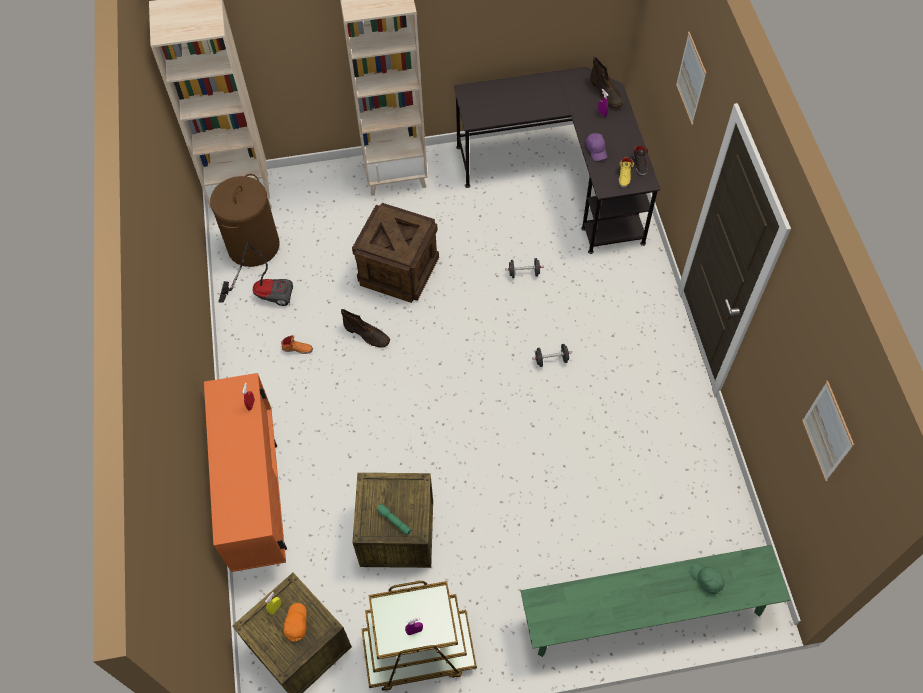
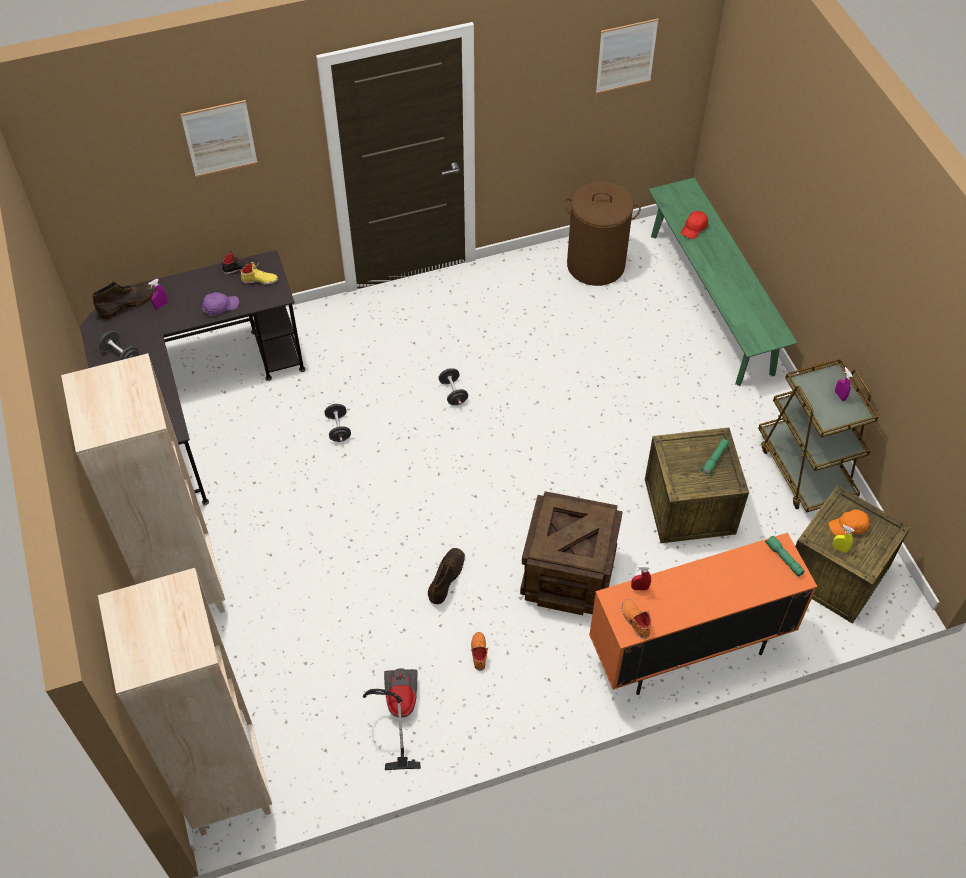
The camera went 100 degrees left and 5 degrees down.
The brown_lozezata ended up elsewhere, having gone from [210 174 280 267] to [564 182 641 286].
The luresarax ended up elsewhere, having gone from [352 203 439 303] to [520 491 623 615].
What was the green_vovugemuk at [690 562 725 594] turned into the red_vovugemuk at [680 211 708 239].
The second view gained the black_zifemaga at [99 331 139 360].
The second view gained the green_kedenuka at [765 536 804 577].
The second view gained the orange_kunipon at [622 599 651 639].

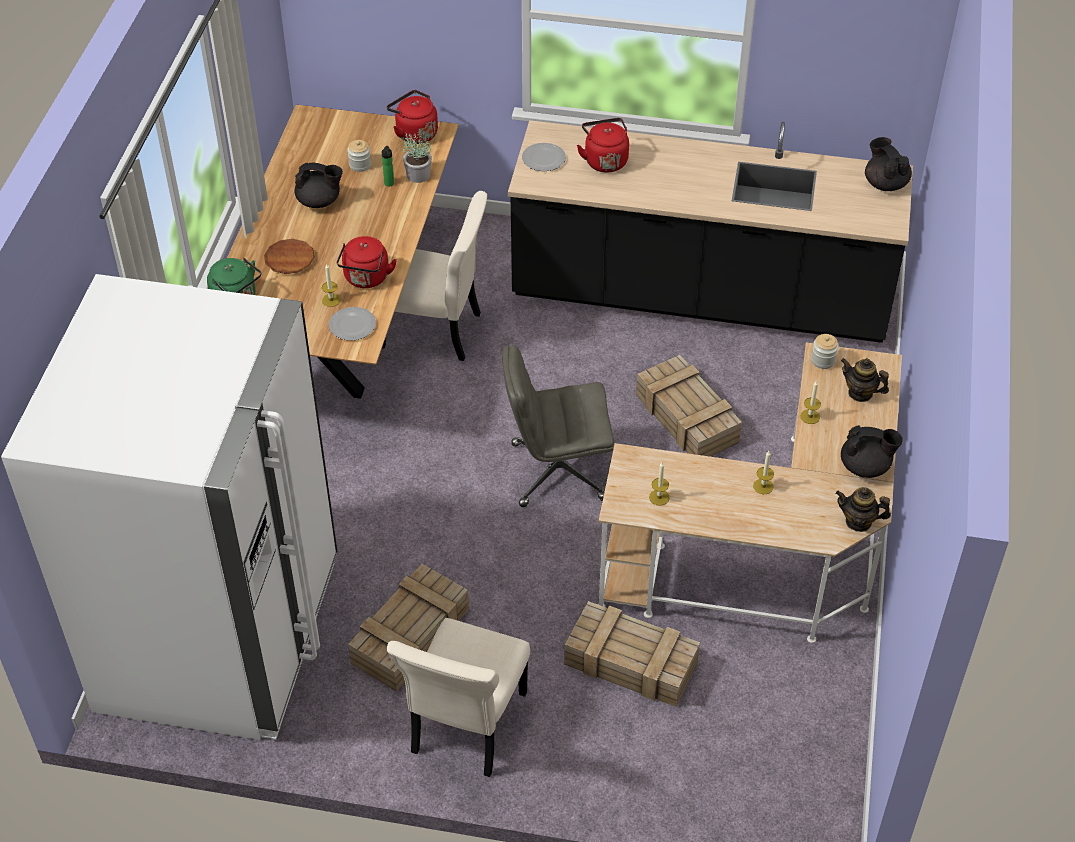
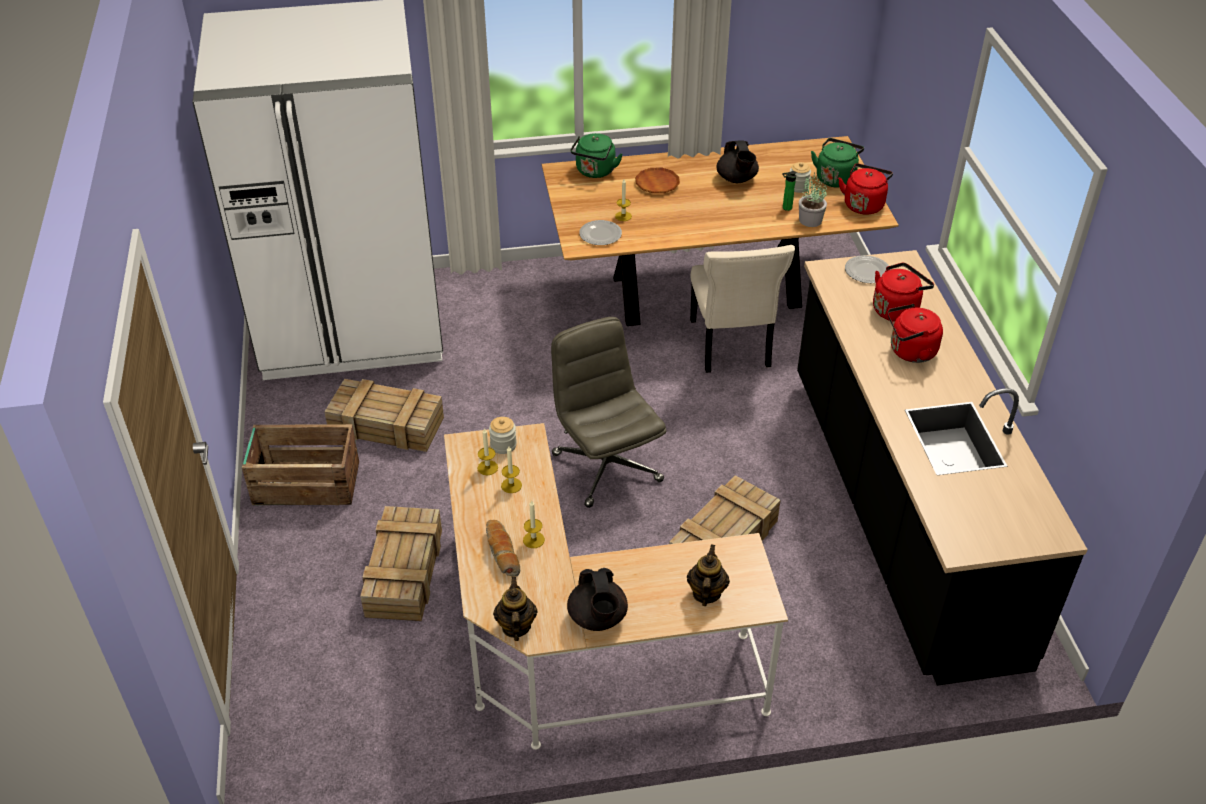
The camera went 70 degrees right and 5 degrees down.
The second view lost the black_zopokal at [865 137 912 191].
The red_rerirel ended up elsewhere, having gone from [337 236 397 288] to [887 303 943 363].
The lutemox ended up elsewhere, having gone from [811 334 839 369] to [489 417 517 454].
The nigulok ended up elsewhere, having gone from [800 380 821 424] to [501 446 522 493].
Where the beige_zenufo stood at [387 618 530 777], the luresarax came to stand at [242 424 359 505].
The second view gained the green_rerirel at [811 138 864 188].
The second view gained the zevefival at [486 520 520 577].

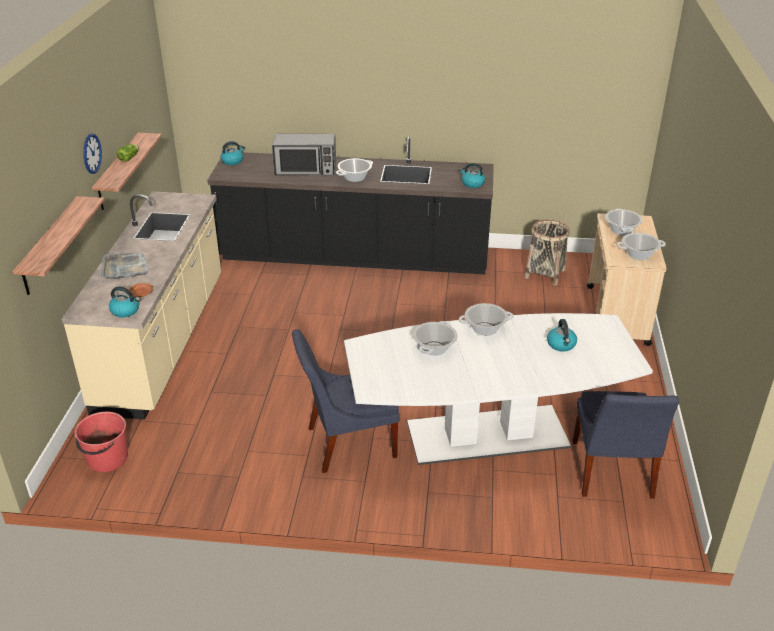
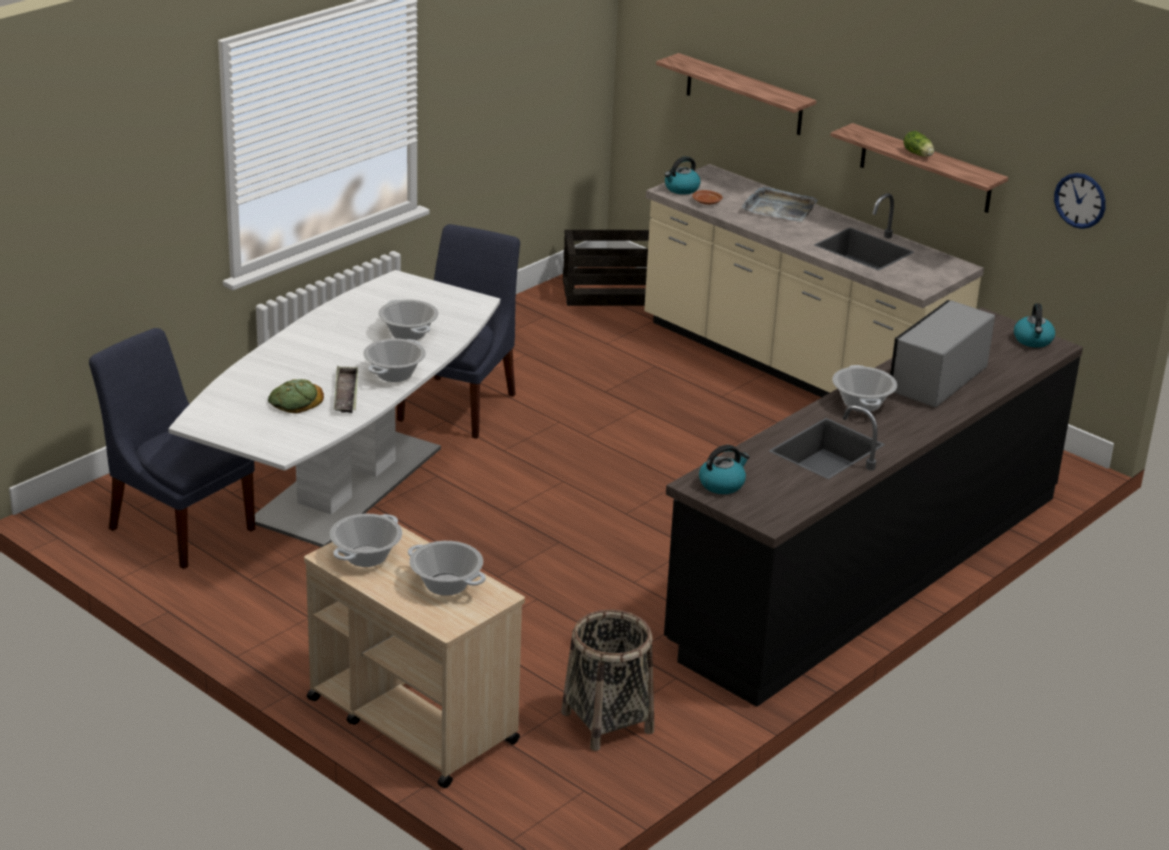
The camera went 125 degrees right and 5 degrees down.
The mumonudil ended up elsewhere, having gone from [83 134 102 174] to [1054 173 1106 229].
Where the rerirel stood at [547 319 577 352], the zevefival came to stand at [268 379 324 414].
Where the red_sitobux stood at [75 412 128 472], the luresarax came to stand at [563 230 649 306].
The second view gained the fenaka at [334 366 358 413].

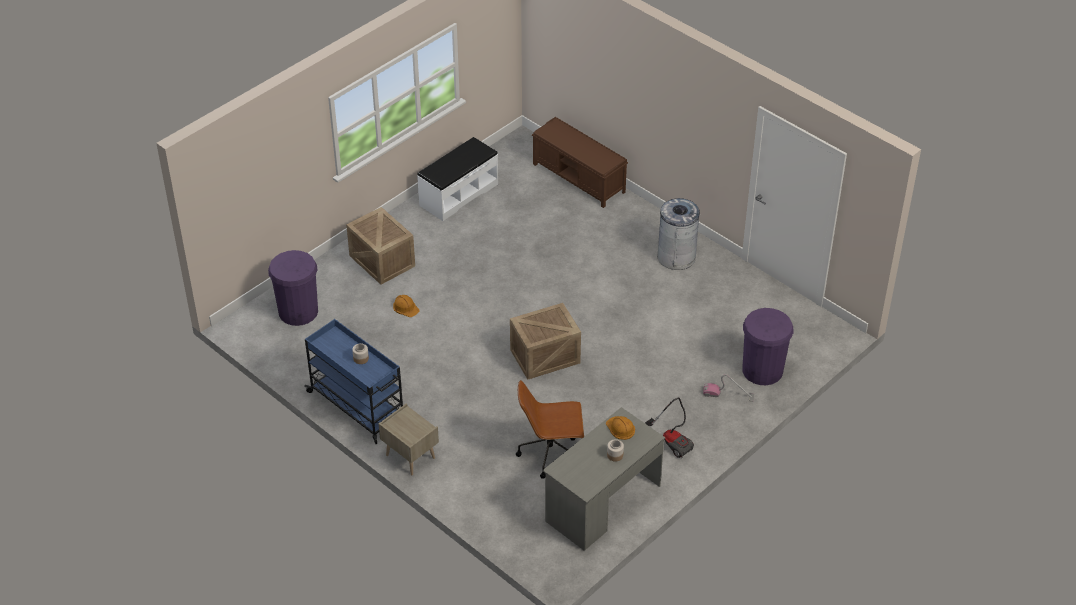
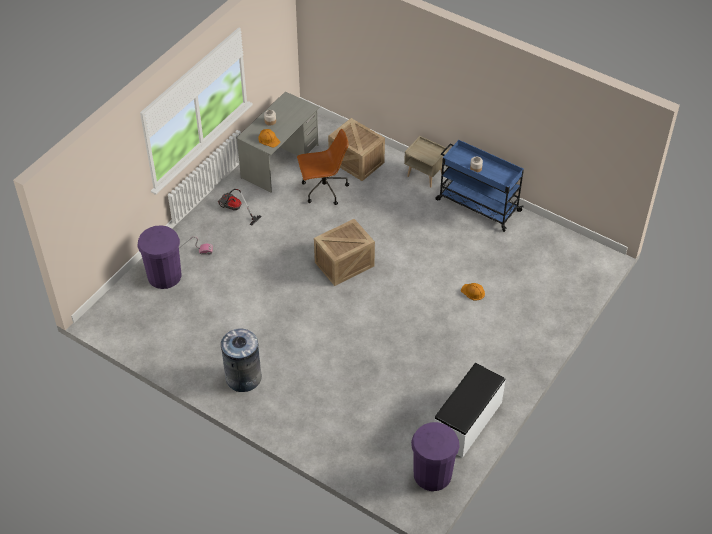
The camera went 170 degrees right and 5 degrees up.
The second view lost the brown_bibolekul at [532 117 628 208].
The luresarax ended up elsewhere, having gone from [346 207 415 285] to [328 118 385 181].
The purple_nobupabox ended up elsewhere, having gone from [268 250 318 326] to [411 422 460 491].

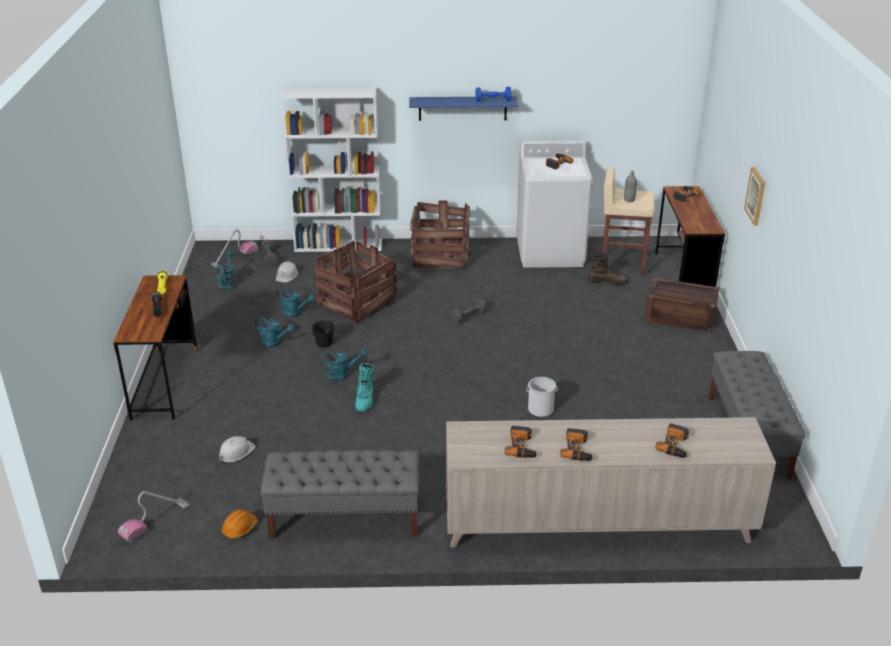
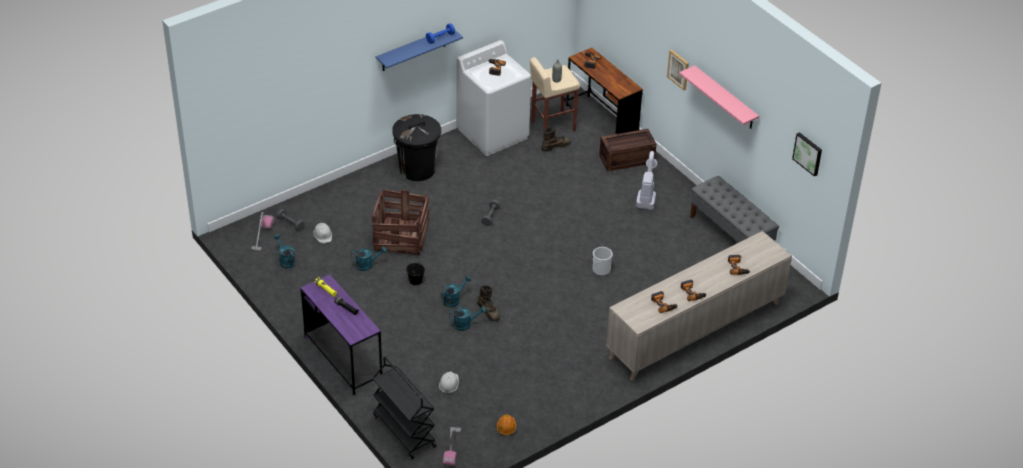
The camera went 35 degrees left and 10 degrees up.
The second view lost the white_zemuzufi at [281 87 382 252].
Where the luresarax stood at [410 200 470 269], the black_nobupabox came to stand at [392 114 441 181].
What was the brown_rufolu at [113 275 198 420] turned into the purple_rufolu at [300 274 382 395].
The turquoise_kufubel ended up elsewhere, having gone from [255 316 295 348] to [449 306 486 331].
What was the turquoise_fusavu at [355 363 374 411] turned into the brown_fusavu at [477 285 500 321].
The second view lost the grey_bibolekul at [260 450 419 539].
The second view gained the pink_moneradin at [679 65 759 129].
The second view gained the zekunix at [792 132 822 177].
The second view gained the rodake at [636 151 657 210].
The second view gained the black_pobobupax at [373 357 436 459].

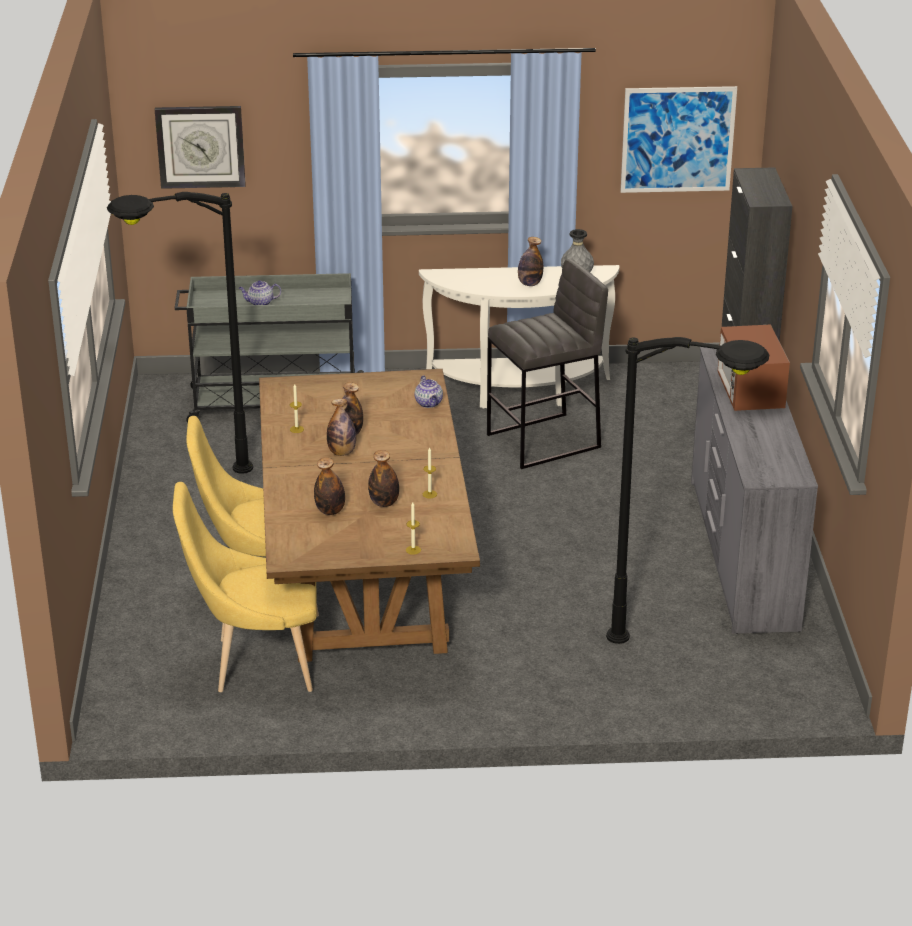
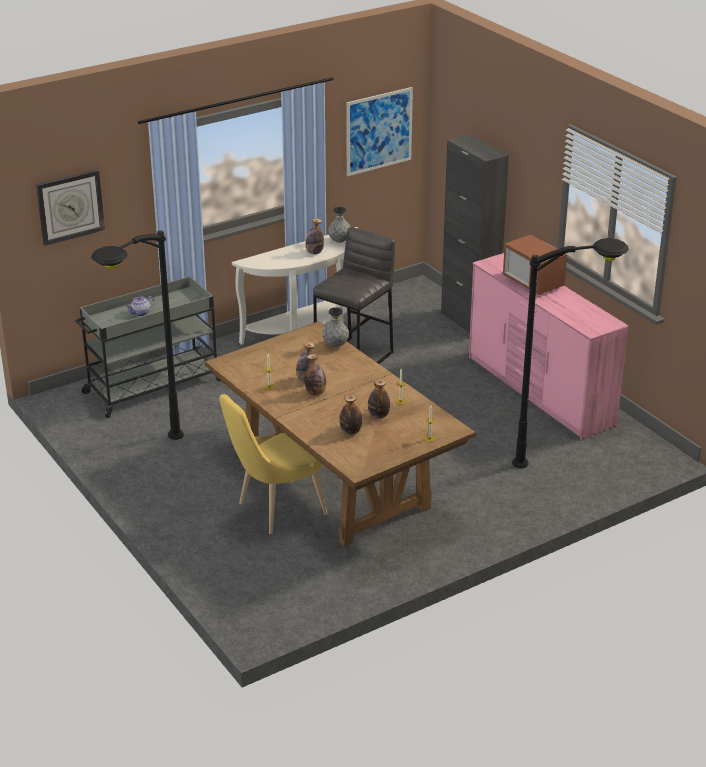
The camera went 30 degrees left and 0 degrees up.
What was the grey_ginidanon at [691 347 818 634] turned into the pink_ginidanon at [469 253 629 439].
Where the zopokal stood at [415 375 443 408], the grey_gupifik came to stand at [322 307 349 347].
The second view lost the yellow_zenufo at [173 482 317 692].

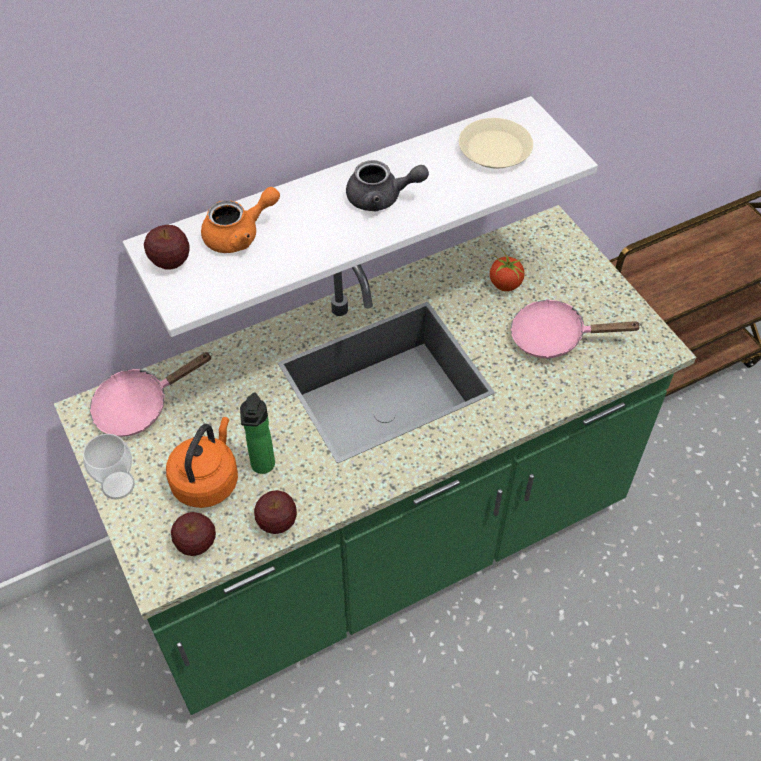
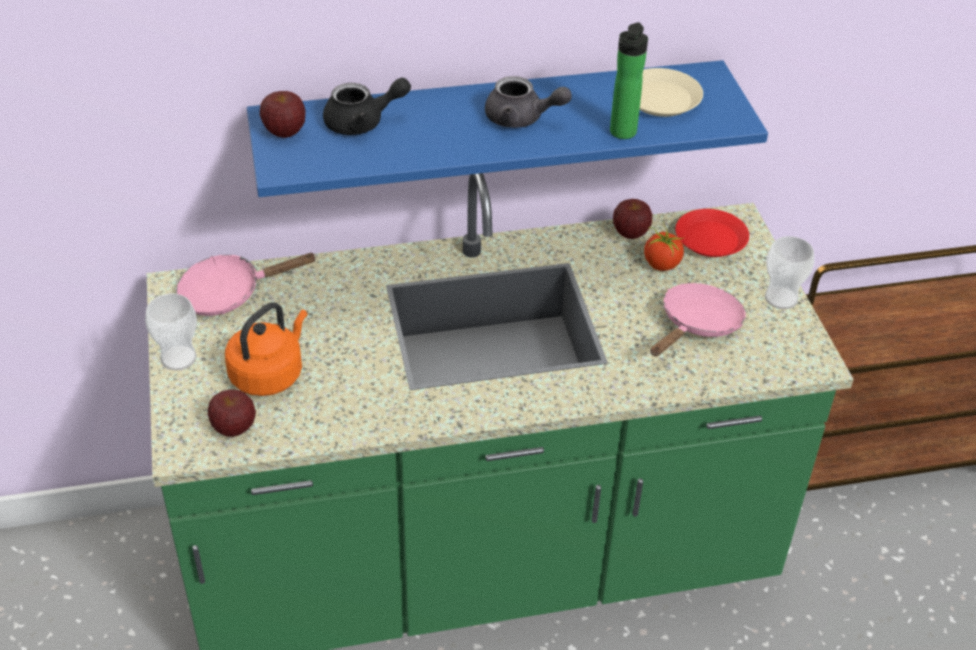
The camera went 15 degrees right and 10 degrees down.
What was the white_moneradin at [123 96 598 337] turned into the blue_moneradin at [247 60 768 197].
What was the orange_zopokal at [201 187 280 253] turned into the black_zopokal at [323 77 411 135].
The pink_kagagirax at [511 299 642 359] ended up facing another way, 105 degrees clockwise from before.
The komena ended up elsewhere, having gone from [240 393 275 474] to [610 22 648 139].
The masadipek ended up elsewhere, having gone from [254 490 297 534] to [613 199 652 239].
The second view gained the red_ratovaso at [675 209 749 257].
The second view gained the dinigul at [765 236 814 309].

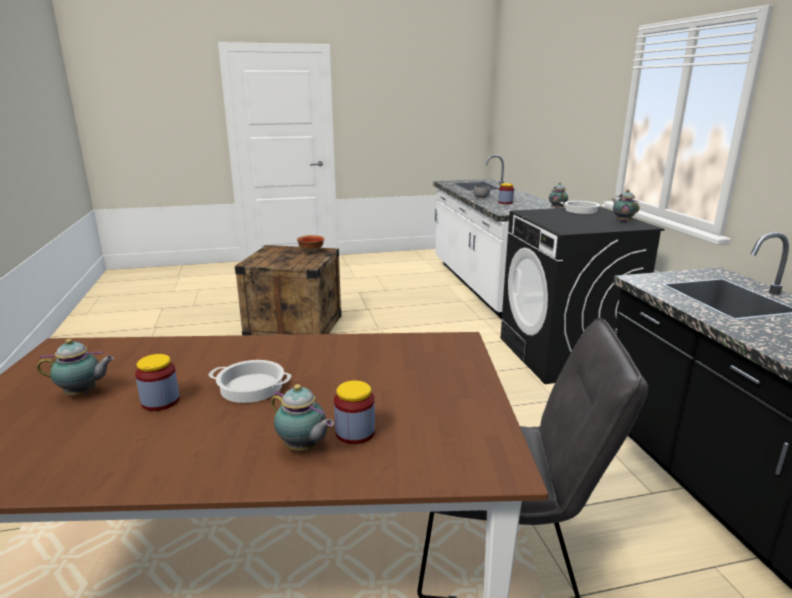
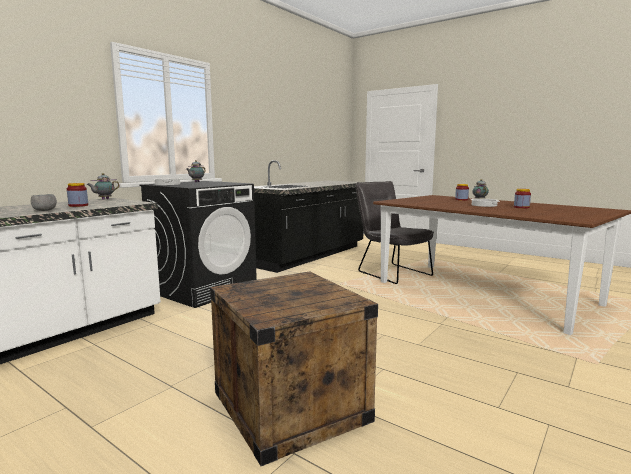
The camera went 130 degrees left and 10 degrees down.
The second view lost the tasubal at [297 235 324 252].
The second view lost the zopokal at [36 339 114 395].

